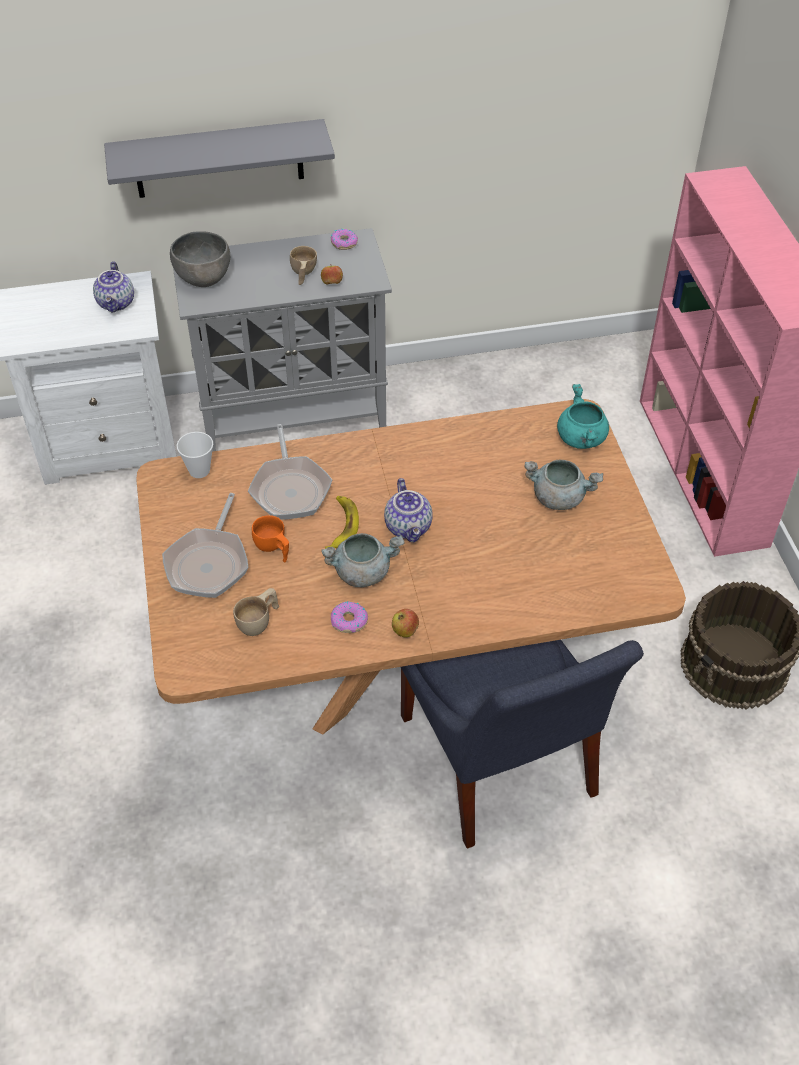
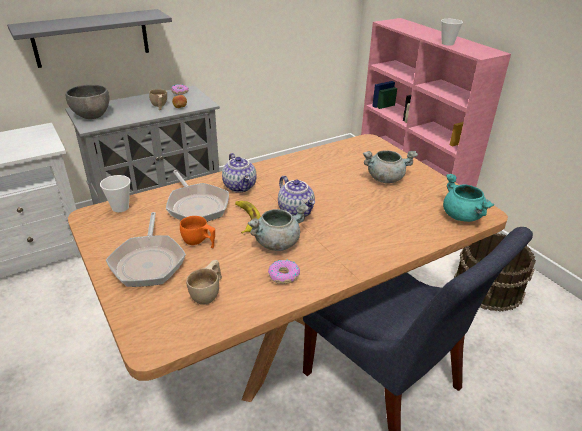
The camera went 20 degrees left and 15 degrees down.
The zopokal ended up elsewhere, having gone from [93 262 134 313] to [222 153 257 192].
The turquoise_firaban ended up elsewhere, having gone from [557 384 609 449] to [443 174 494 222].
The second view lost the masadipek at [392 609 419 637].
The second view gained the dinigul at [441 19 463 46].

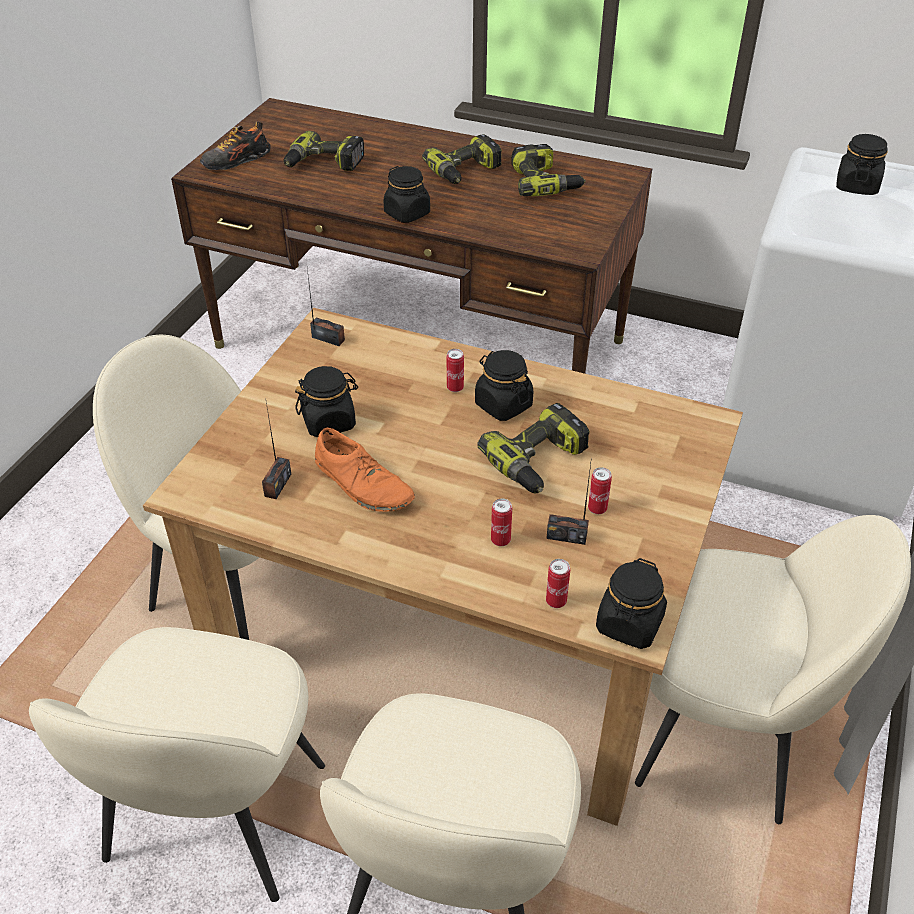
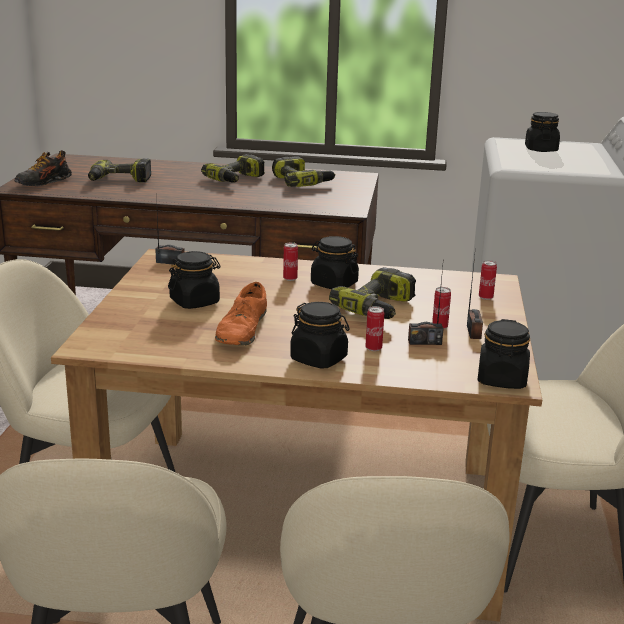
The camera went 15 degrees left and 20 degrees down.
The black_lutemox ended up elsewhere, having gone from [384 166 430 223] to [290 302 350 369].
The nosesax ended up elsewhere, having gone from [262 403 291 499] to [467 248 483 339].
The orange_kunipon at [315 428 415 512] ended up facing another way, 75 degrees clockwise from before.
The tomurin ended up elsewhere, having gone from [546 559 570 608] to [479 260 497 300].

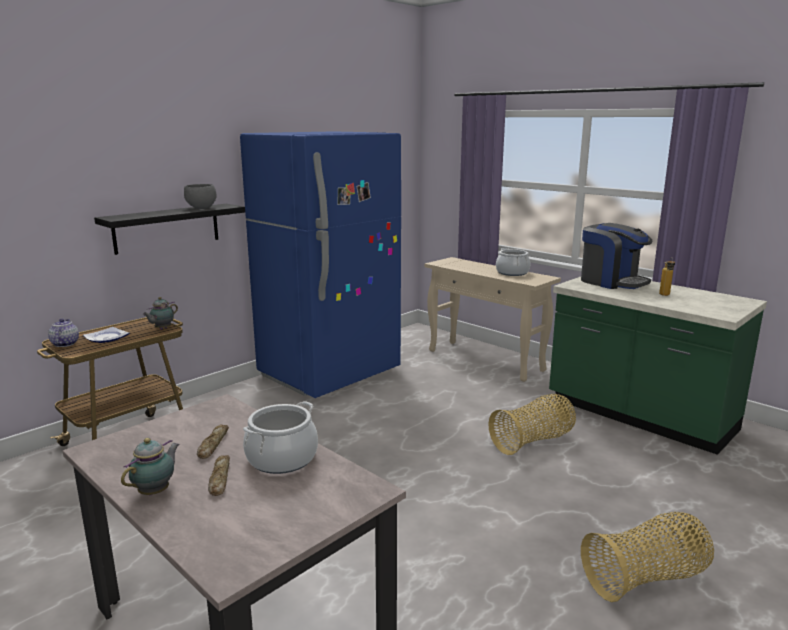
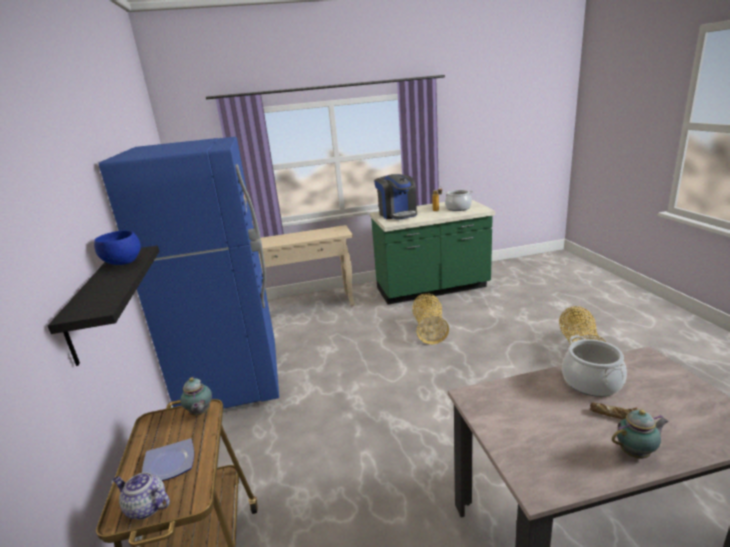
The camera went 55 degrees left and 5 degrees up.
What was the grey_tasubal at [184 184 217 209] turned into the blue_tasubal at [94 230 141 265].
The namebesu at [581 223 653 289] ended up facing another way, 75 degrees clockwise from before.
The firaban ended up elsewhere, having gone from [496 248 531 276] to [444 190 473 211].
The second view lost the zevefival at [197 424 229 459].
The zopokal at [121 438 179 495] ended up facing another way, 105 degrees clockwise from before.

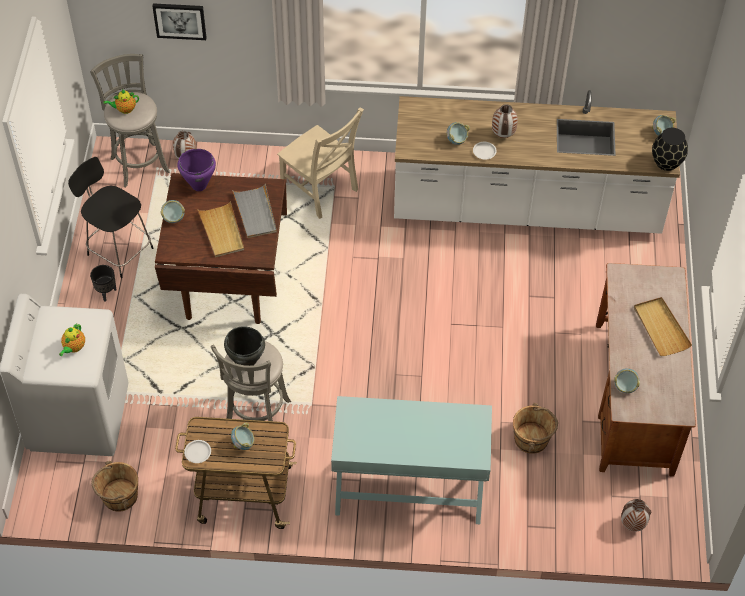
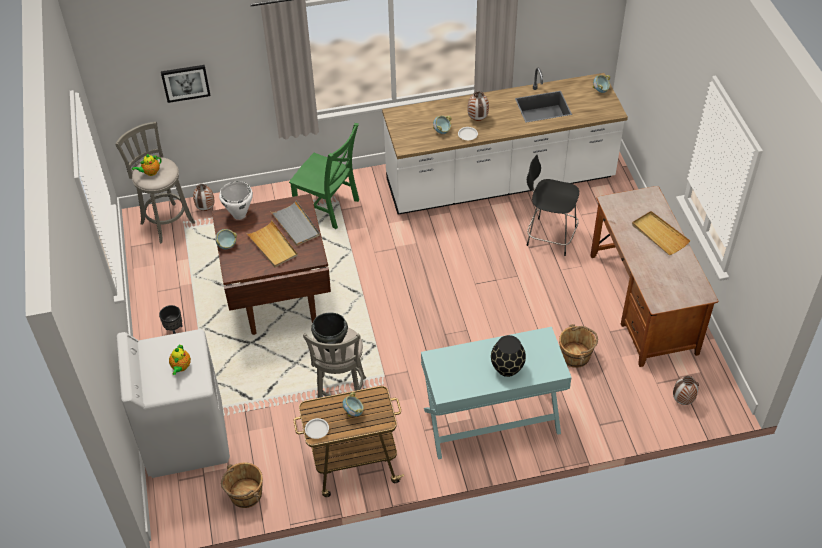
The camera went 15 degrees left and 5 degrees down.
What was the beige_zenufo at [277 107 364 219] turned into the green_zenufo at [289 123 359 229].
The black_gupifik ended up elsewhere, having gone from [652 128 688 171] to [491 335 526 377].
What was the purple_firaban at [177 149 216 191] turned into the white_firaban at [219 181 253 220].
The black_zenufo ended up elsewhere, having gone from [68 157 154 278] to [527 155 579 256].
The second view lost the tasubal at [614 368 640 393].

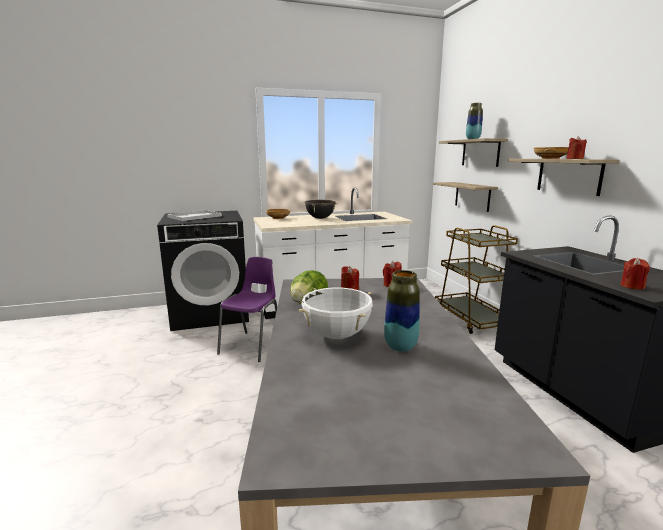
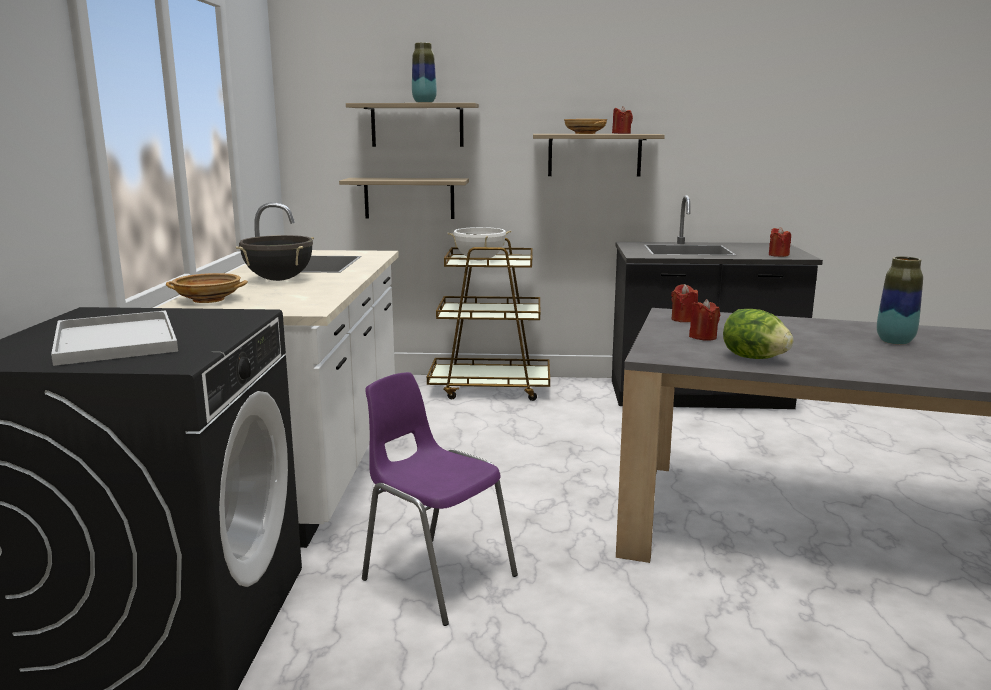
The camera went 70 degrees left and 0 degrees up.
The white_firaban ended up elsewhere, having gone from [298 288 373 339] to [448 227 511 258].

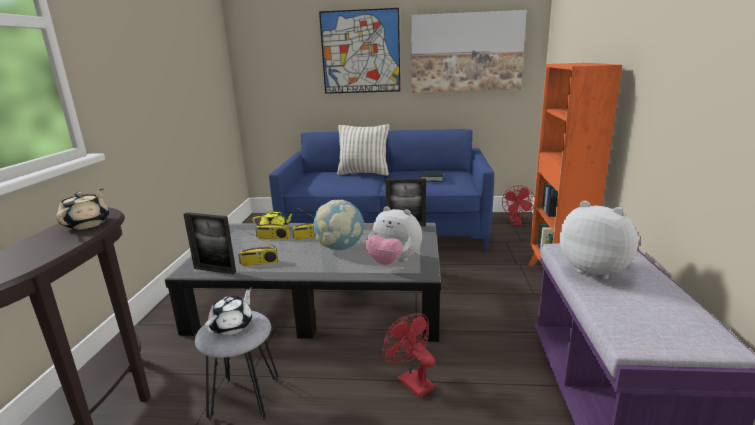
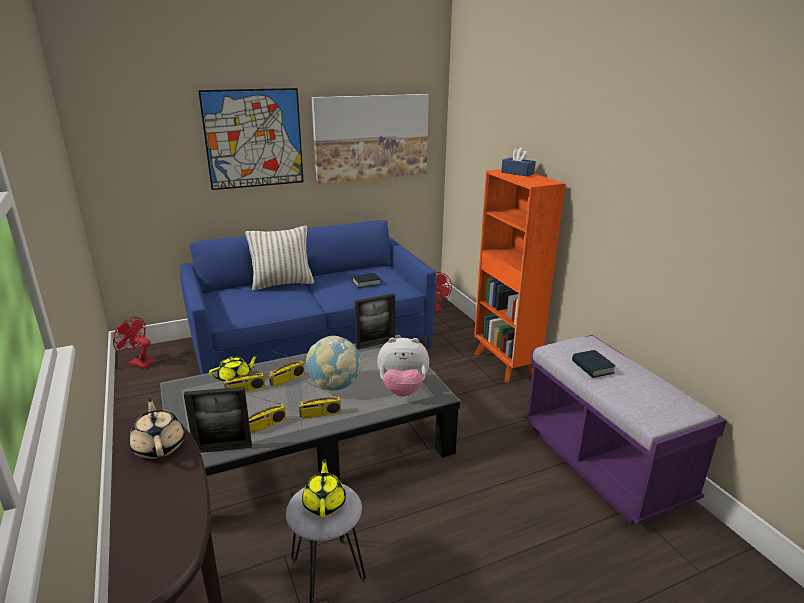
The camera went 30 degrees left and 5 degrees up.
Where the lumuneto stood at [560 201 640 280], the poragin came to stand at [572 350 615 378].
What was the white_zopokal at [204 287 252 335] turned into the yellow_zopokal at [302 459 346 518].
The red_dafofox ended up elsewhere, having gone from [382 313 435 398] to [113 317 155 369].
The second view gained the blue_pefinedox at [501 148 536 176].
The second view gained the nosesax at [299 381 341 419].

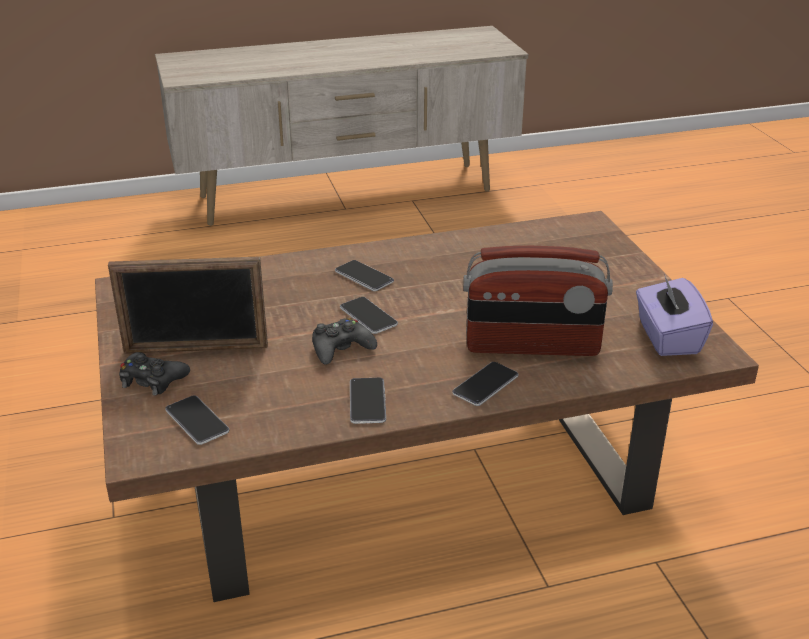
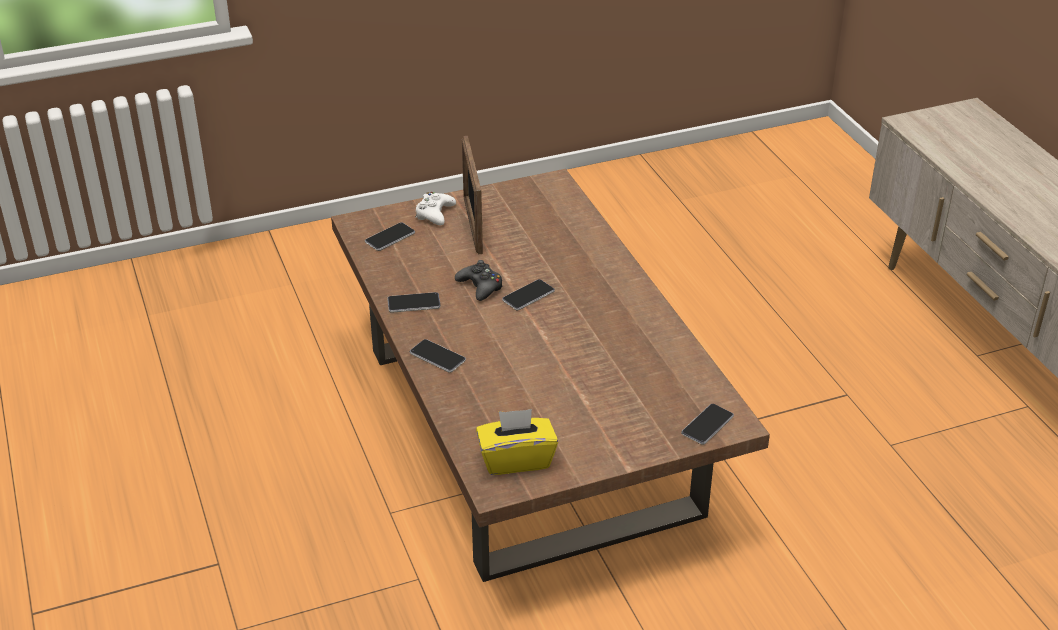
The camera went 85 degrees right and 5 degrees up.
The second view lost the nosesax at [463 246 613 356].
The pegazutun ended up elsewhere, having gone from [335 260 394 291] to [681 404 734 445].
What was the purple_pefinedox at [636 274 713 356] turned into the yellow_pefinedox at [476 409 558 475].
What was the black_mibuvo at [119 352 190 396] turned into the white_mibuvo at [415 192 456 225].

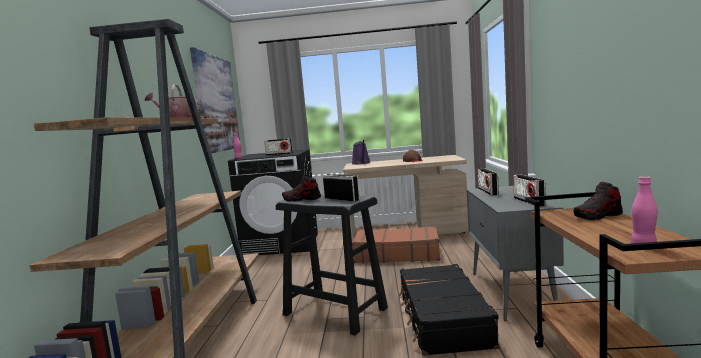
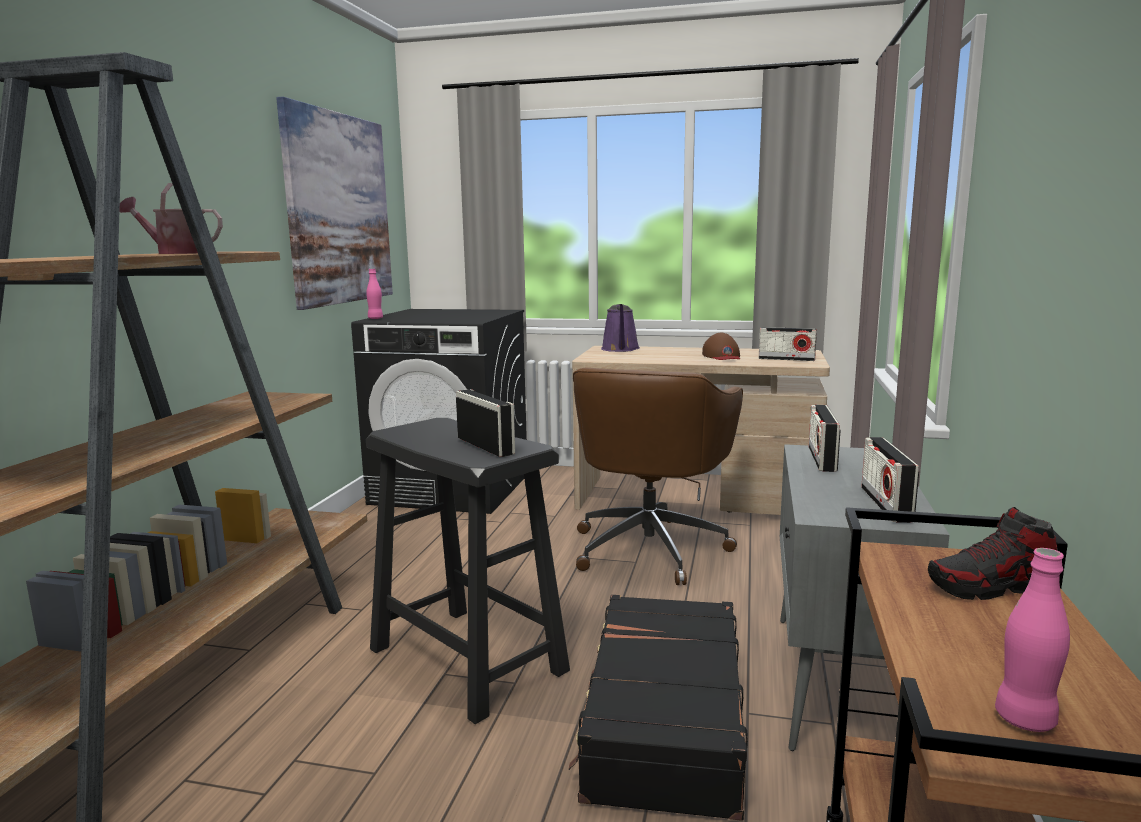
The camera went 10 degrees right and 5 degrees up.
The nosesax ended up elsewhere, having gone from [264 138 293 156] to [759 327 817 361].
The second view lost the kunipon at [282 175 321 202].
Where the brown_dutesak stood at [352 226 440 263], the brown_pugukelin came to stand at [573 368 743 585].

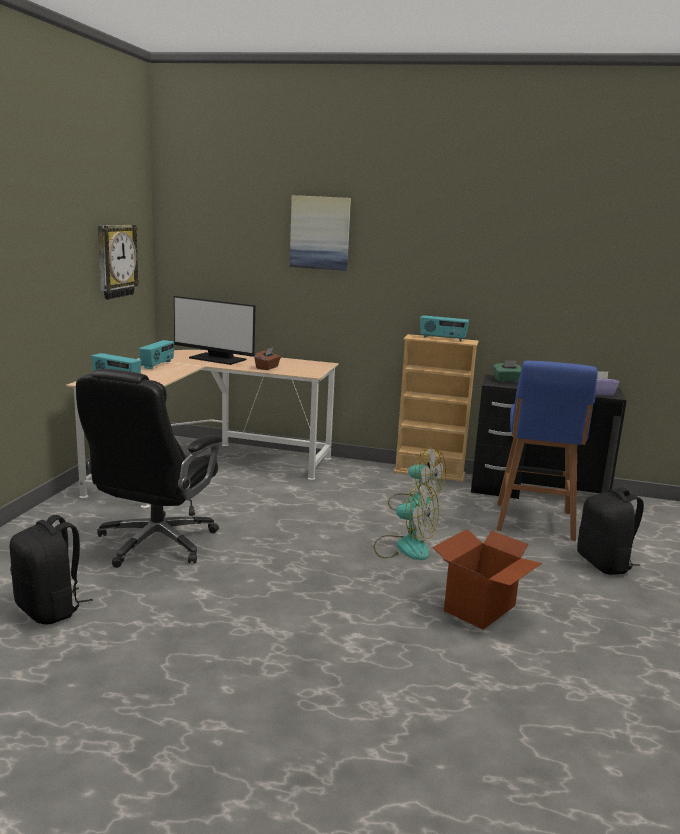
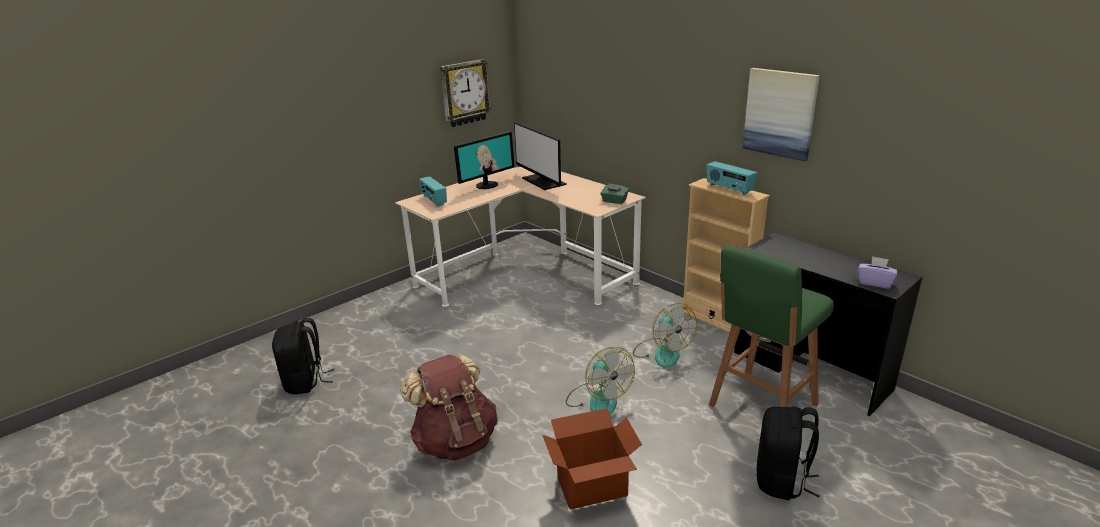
The camera went 35 degrees right and 10 degrees up.
The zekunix ended up elsewhere, having gone from [290 195 351 271] to [743 68 820 161].
Where the nosesax stood at [139 340 174 369], the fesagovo came to stand at [454 132 515 189].
The second view lost the brown_pefinedox at [254 347 281 370].
The green_pefinedox ended up elsewhere, having gone from [493 360 521 382] to [600 183 629 204].
What was the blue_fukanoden at [497 361 598 541] turned into the green_fukanoden at [709 245 834 407].
The second view lost the black_pugukelin at [76 369 222 568].
The second view gained the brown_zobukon at [401 354 498 461].

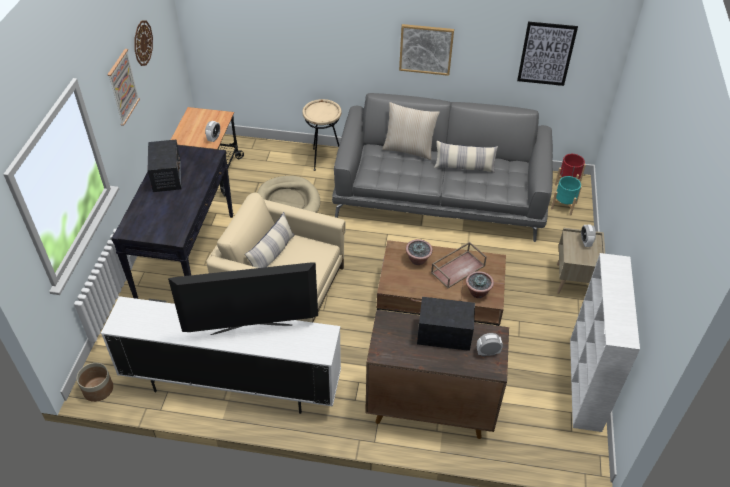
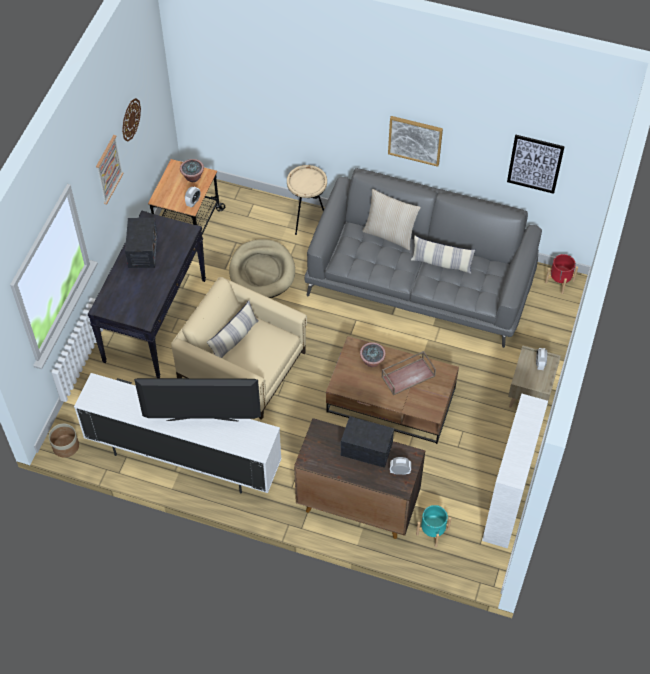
The camera went 10 degrees right and 10 degrees up.
The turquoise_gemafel ended up elsewhere, having gone from [551 176 582 216] to [416 505 451 547].
The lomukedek ended up elsewhere, having gone from [466 271 494 298] to [180 159 204 182].

